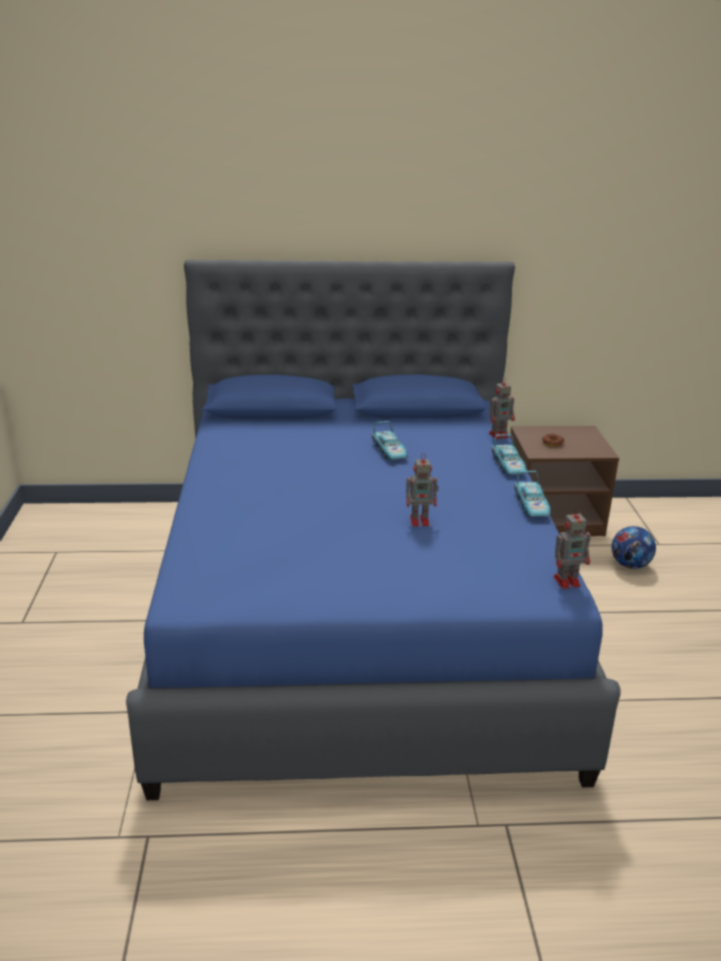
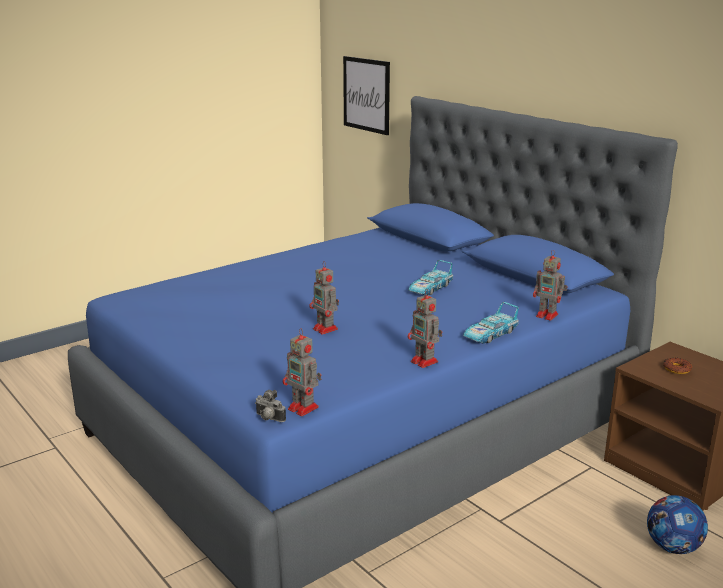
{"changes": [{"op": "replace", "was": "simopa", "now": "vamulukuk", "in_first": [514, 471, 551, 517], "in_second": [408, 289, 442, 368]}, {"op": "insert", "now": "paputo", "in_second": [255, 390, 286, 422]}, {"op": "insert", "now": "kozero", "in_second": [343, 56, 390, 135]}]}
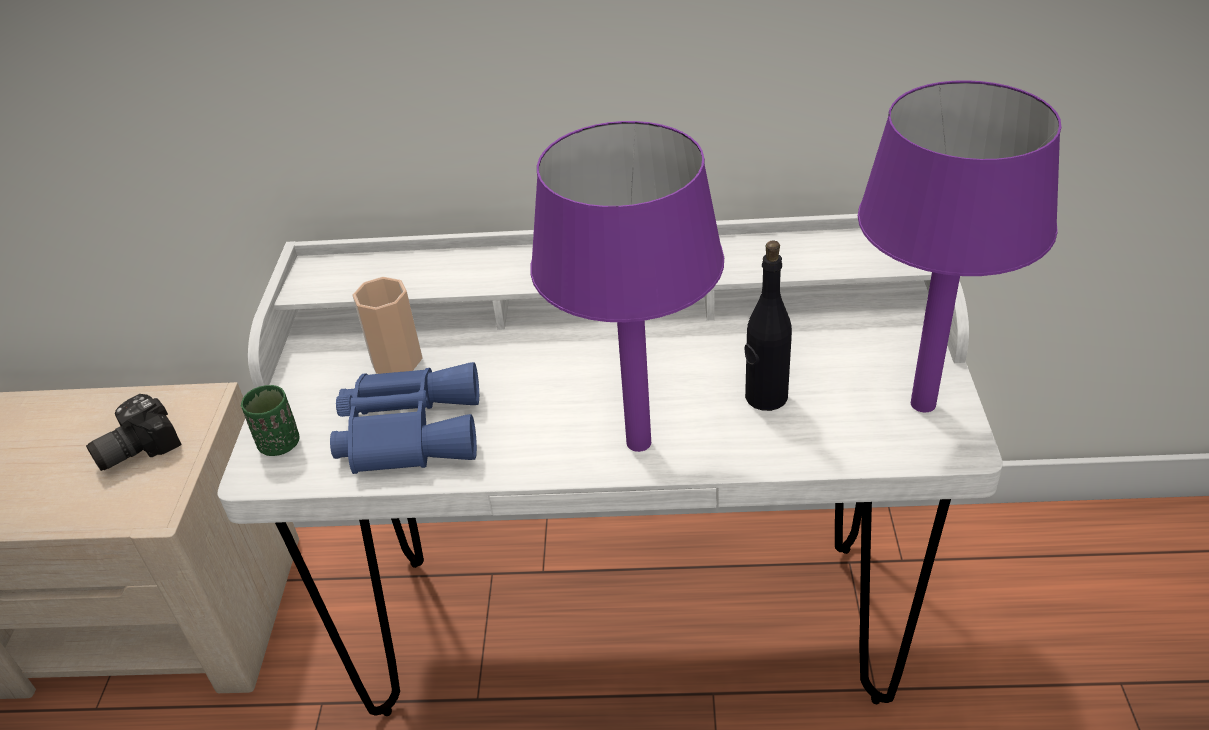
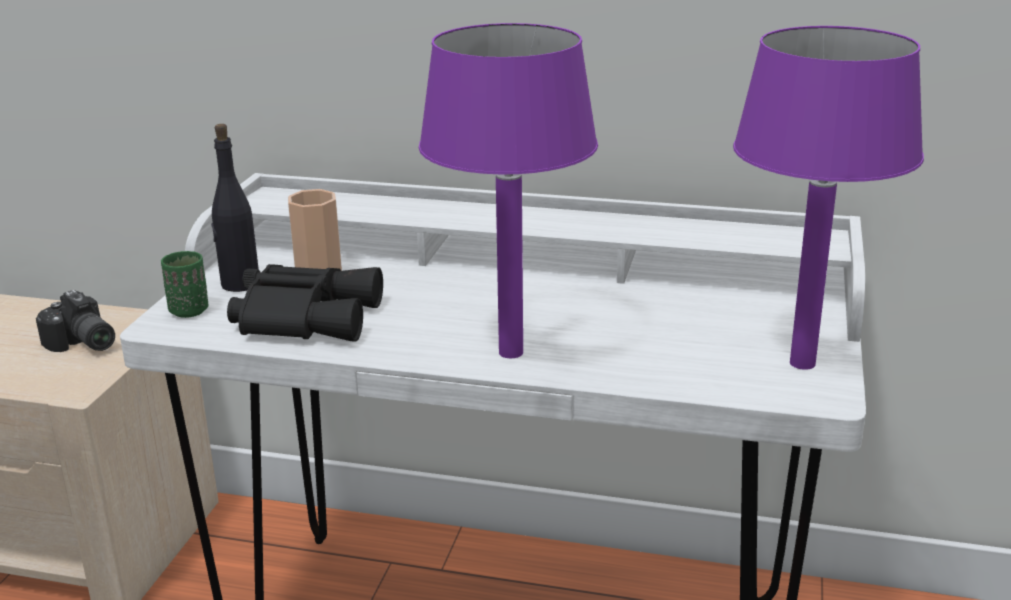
{"changes": [{"op": "rotate", "was": "paputo", "in_first": [86, 394, 182, 471], "in_second": [36, 290, 115, 352], "clockwise": -105}, {"op": "recolor", "was": "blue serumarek", "now": "black serumarek", "in_first": [330, 362, 479, 474], "in_second": [227, 264, 383, 342]}, {"op": "move", "was": "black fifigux", "in_first": [745, 241, 792, 411], "in_second": [211, 124, 259, 292]}]}
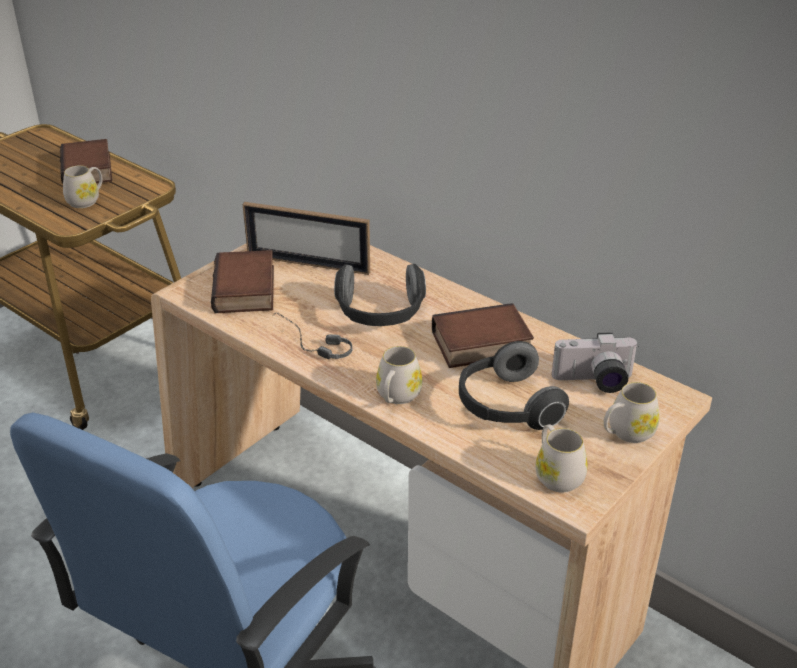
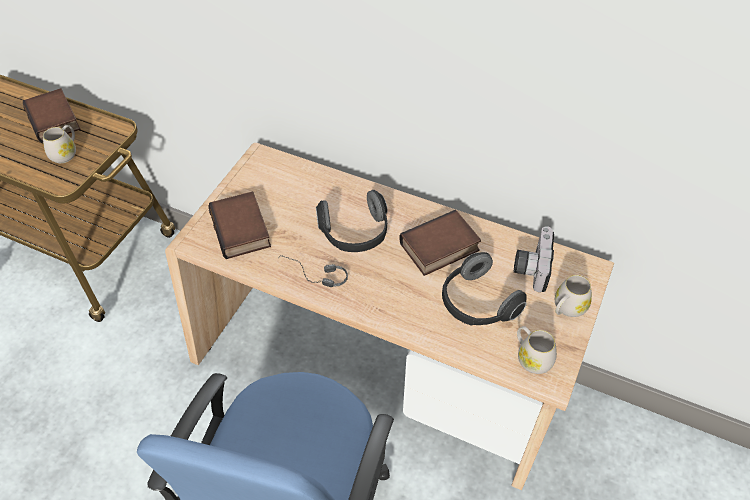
{"changes": [{"op": "delete", "was": "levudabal", "in_first": [243, 202, 370, 275]}, {"op": "delete", "was": "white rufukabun", "in_first": [376, 346, 422, 404]}, {"op": "rotate", "was": "paputo", "in_first": [552, 332, 639, 393], "in_second": [514, 226, 554, 292], "clockwise": 120}]}
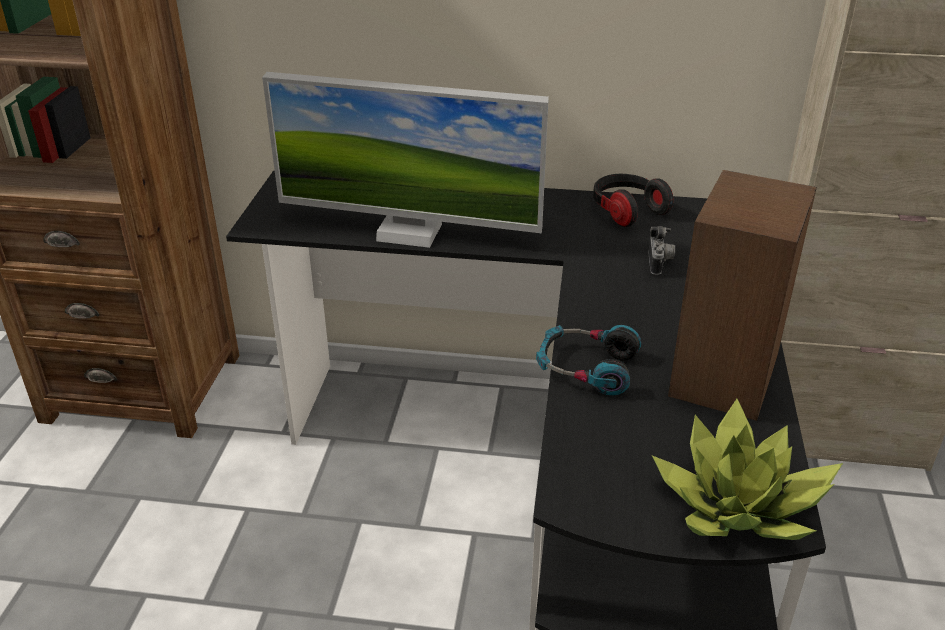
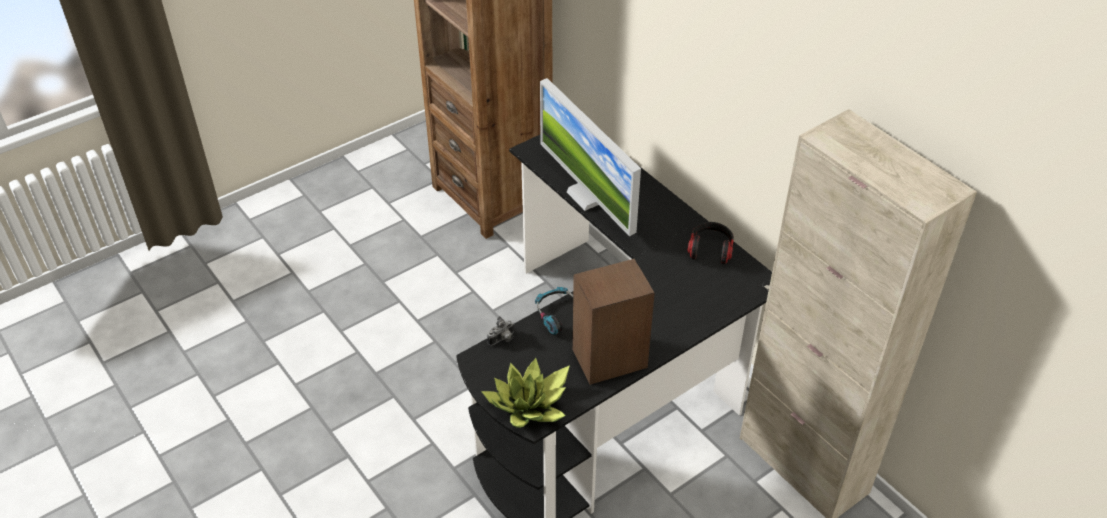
{"changes": [{"op": "move", "was": "paputo", "in_first": [649, 226, 675, 275], "in_second": [487, 316, 515, 346]}]}
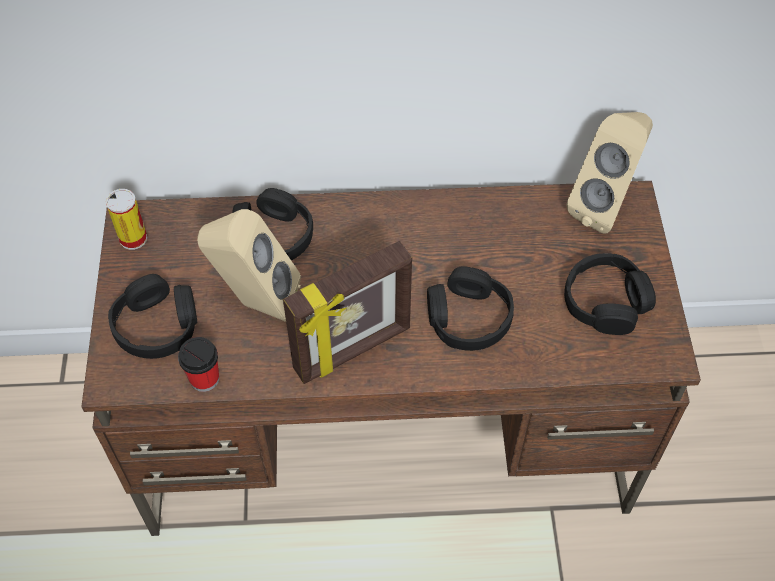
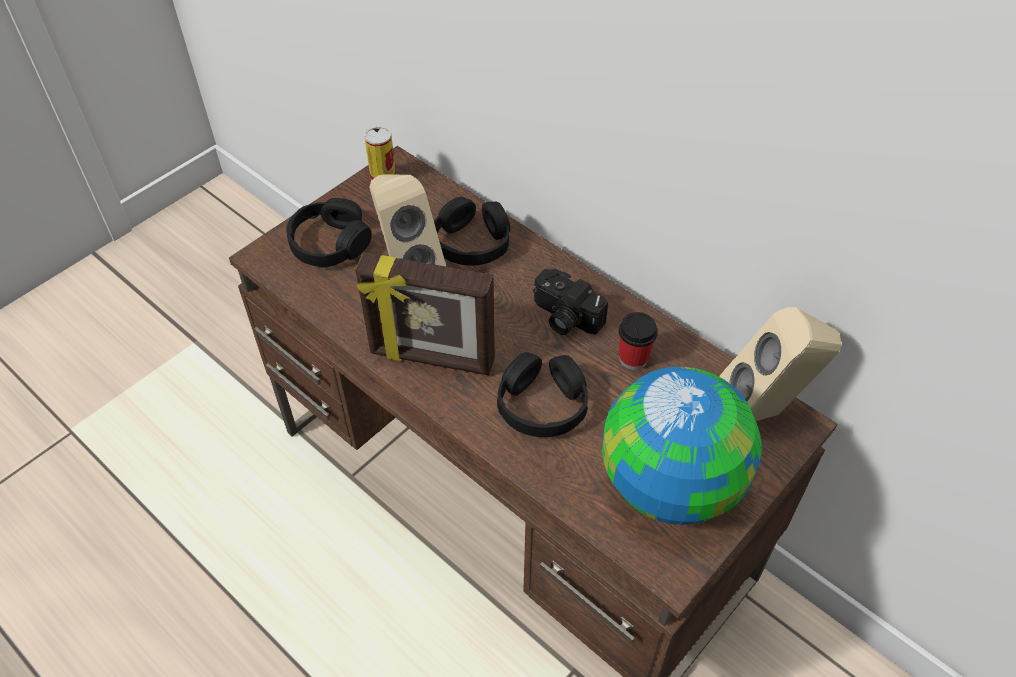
{"changes": [{"op": "move", "was": "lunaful", "in_first": [178, 337, 219, 392], "in_second": [619, 312, 658, 370]}, {"op": "replace", "was": "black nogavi", "now": "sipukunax", "in_first": [564, 253, 656, 335], "in_second": [602, 366, 762, 525]}, {"op": "insert", "now": "paputo", "in_second": [533, 269, 608, 335]}]}
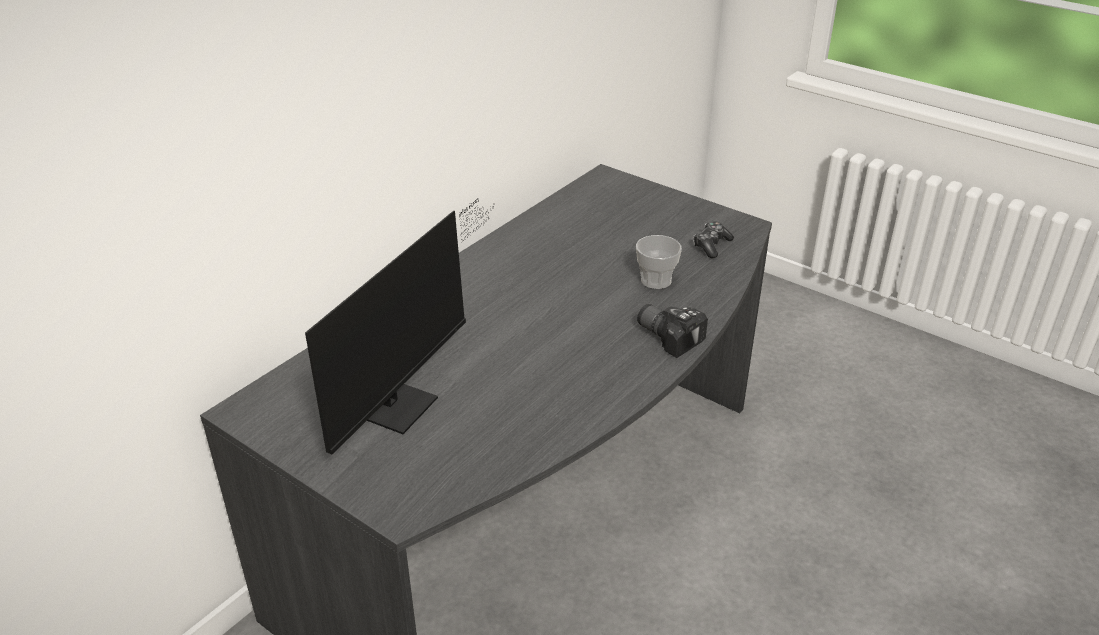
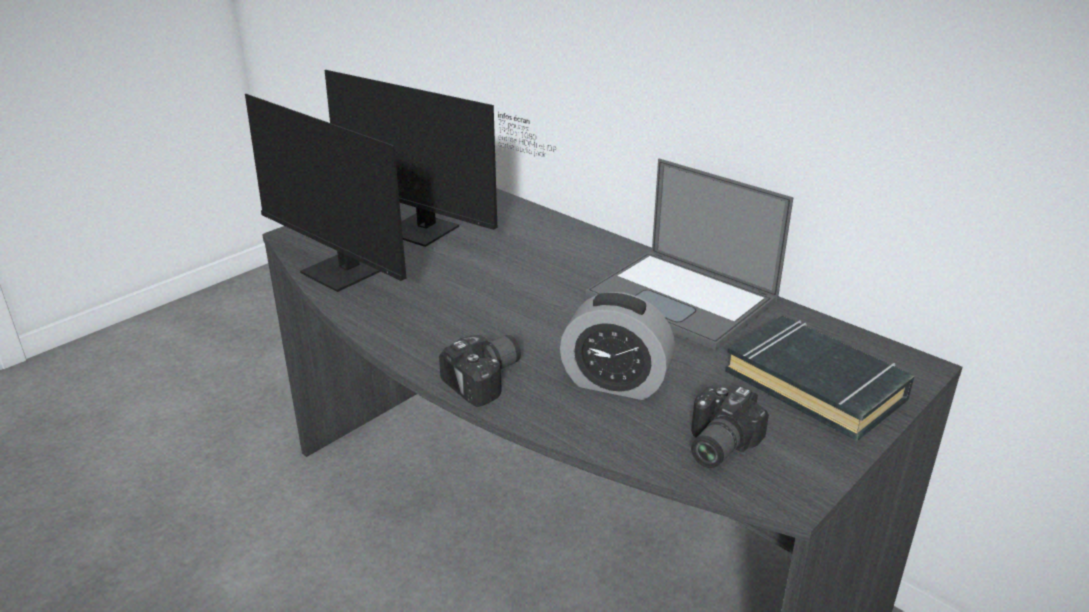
{"changes": [{"op": "replace", "was": "lunaful", "now": "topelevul", "in_first": [636, 235, 682, 289], "in_second": [560, 292, 675, 400]}, {"op": "replace", "was": "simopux", "now": "paputo", "in_first": [693, 222, 734, 258], "in_second": [691, 386, 769, 468]}, {"op": "insert", "now": "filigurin", "in_second": [245, 94, 454, 292]}, {"op": "insert", "now": "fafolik", "in_second": [586, 158, 794, 350]}, {"op": "insert", "now": "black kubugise", "in_second": [725, 316, 915, 441]}]}
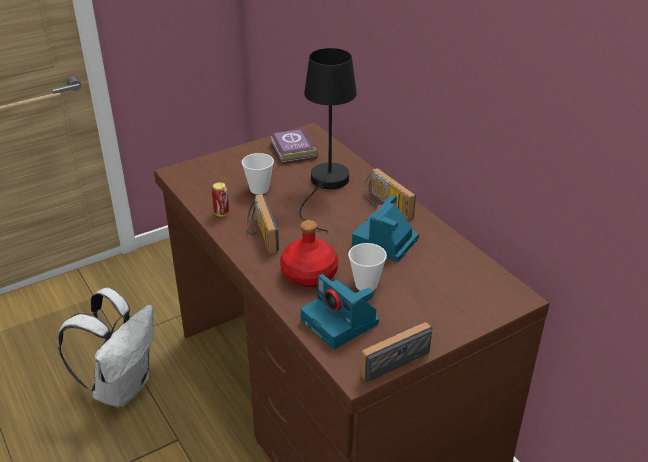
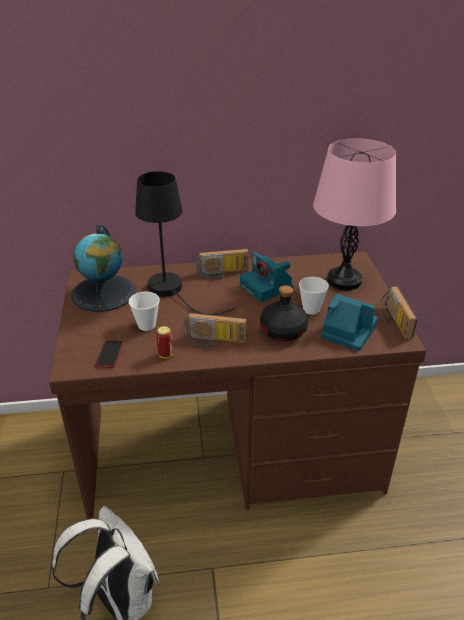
{"changes": [{"op": "replace", "was": "kubugise", "now": "sipukunax", "in_first": [270, 128, 318, 164], "in_second": [71, 224, 136, 312]}, {"op": "recolor", "was": "red fifigux", "now": "black fifigux", "in_first": [280, 220, 338, 287], "in_second": [260, 285, 308, 341]}, {"op": "rotate", "was": "paputo", "in_first": [301, 274, 379, 349], "in_second": [321, 294, 378, 351], "clockwise": -135}, {"op": "insert", "now": "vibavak", "in_second": [95, 340, 124, 368]}, {"op": "insert", "now": "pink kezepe", "in_second": [313, 138, 396, 290]}]}
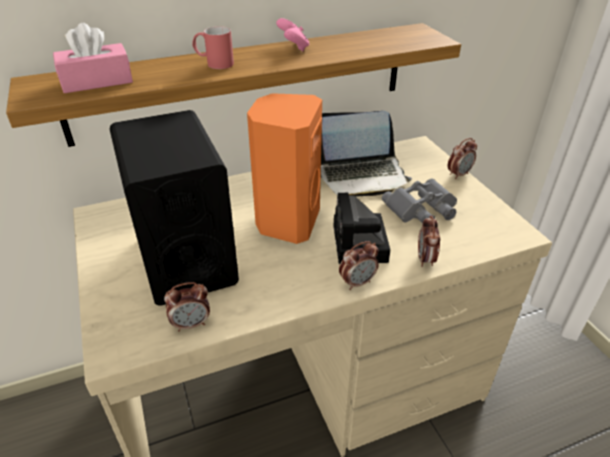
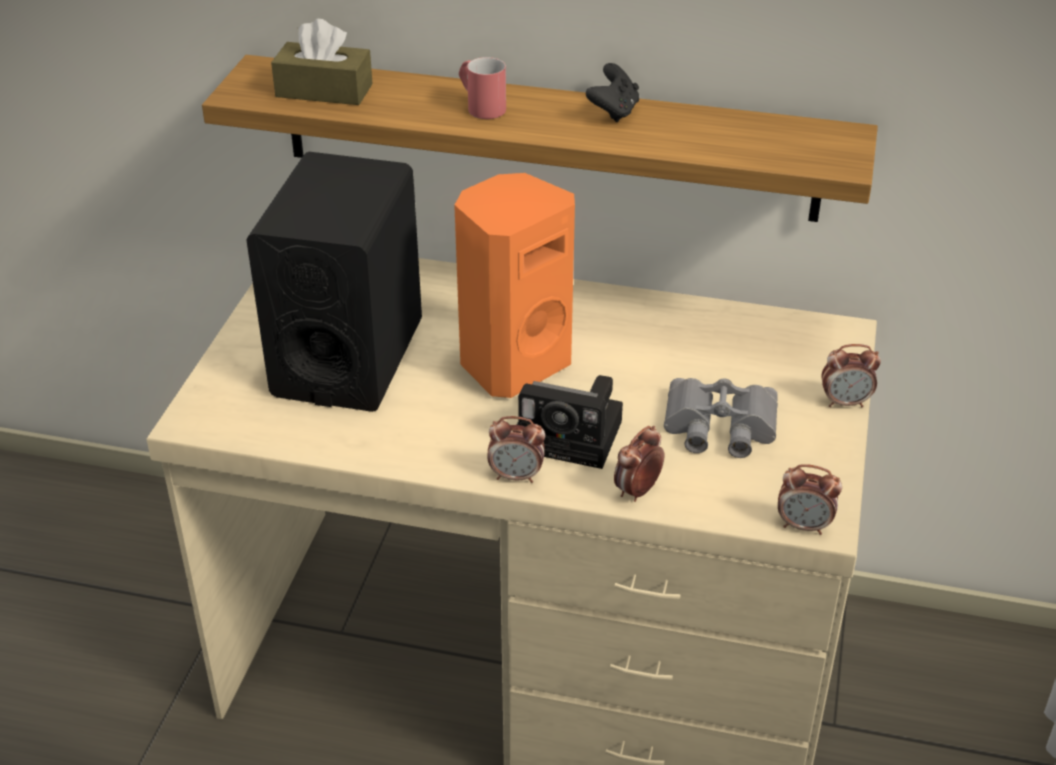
{"changes": [{"op": "recolor", "was": "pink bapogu", "now": "brown bapogu", "in_first": [53, 23, 133, 93], "in_second": [271, 19, 373, 105]}, {"op": "move", "was": "topelevul", "in_first": [164, 282, 210, 332], "in_second": [778, 464, 842, 535]}, {"op": "recolor", "was": "pink simopux", "now": "black simopux", "in_first": [276, 18, 309, 51], "in_second": [586, 63, 639, 122]}, {"op": "delete", "was": "fafolik", "in_first": [321, 111, 412, 197]}, {"op": "rotate", "was": "paputo", "in_first": [334, 193, 390, 264], "in_second": [517, 375, 623, 469], "clockwise": -105}]}
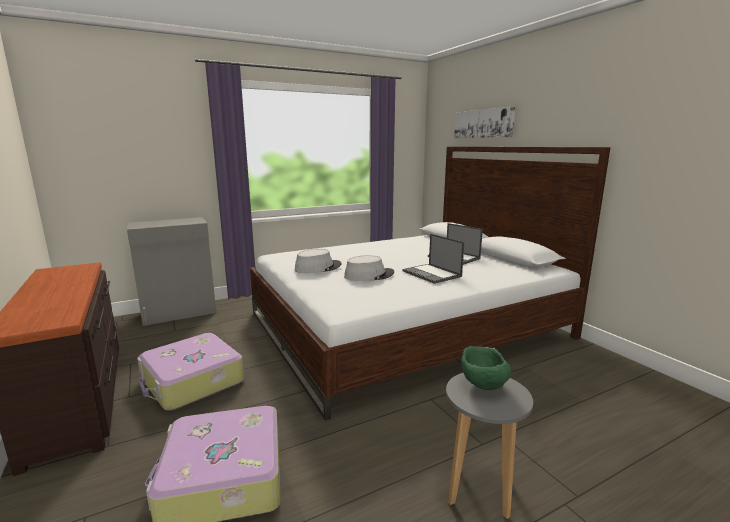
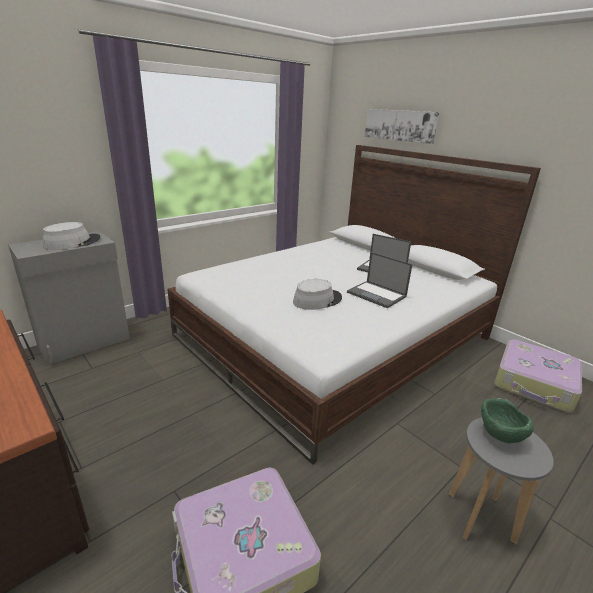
{"changes": [{"op": "move", "was": "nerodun", "in_first": [137, 333, 244, 410], "in_second": [494, 340, 582, 412]}, {"op": "move", "was": "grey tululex", "in_first": [295, 249, 342, 273], "in_second": [43, 222, 100, 250]}]}
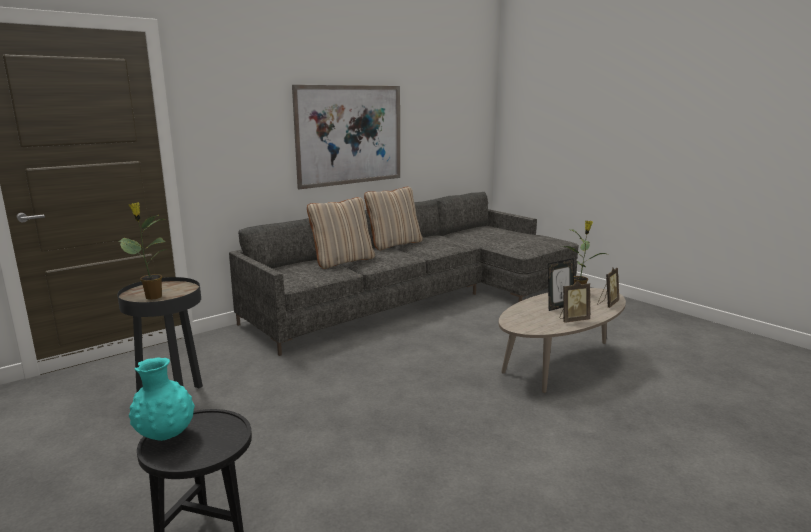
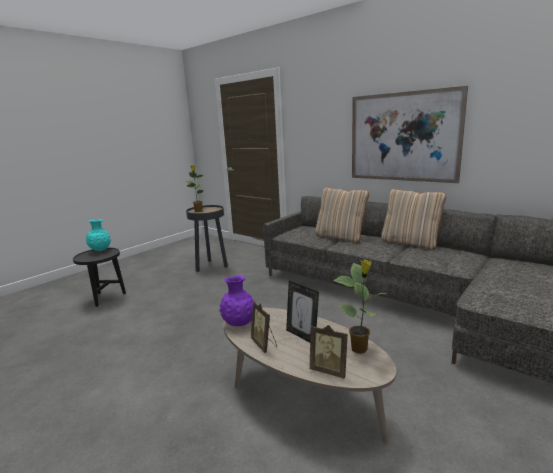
{"changes": [{"op": "insert", "now": "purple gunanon", "in_second": [219, 275, 254, 326]}]}
